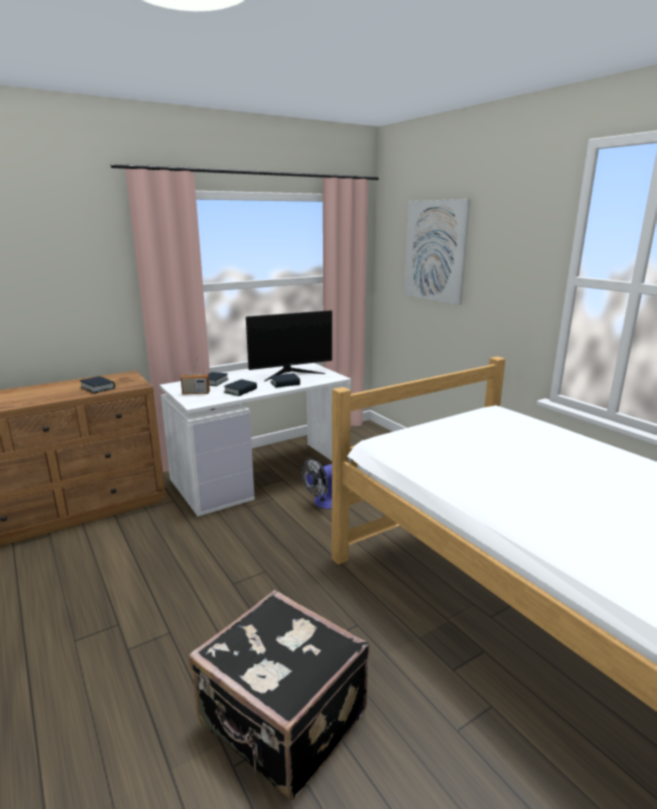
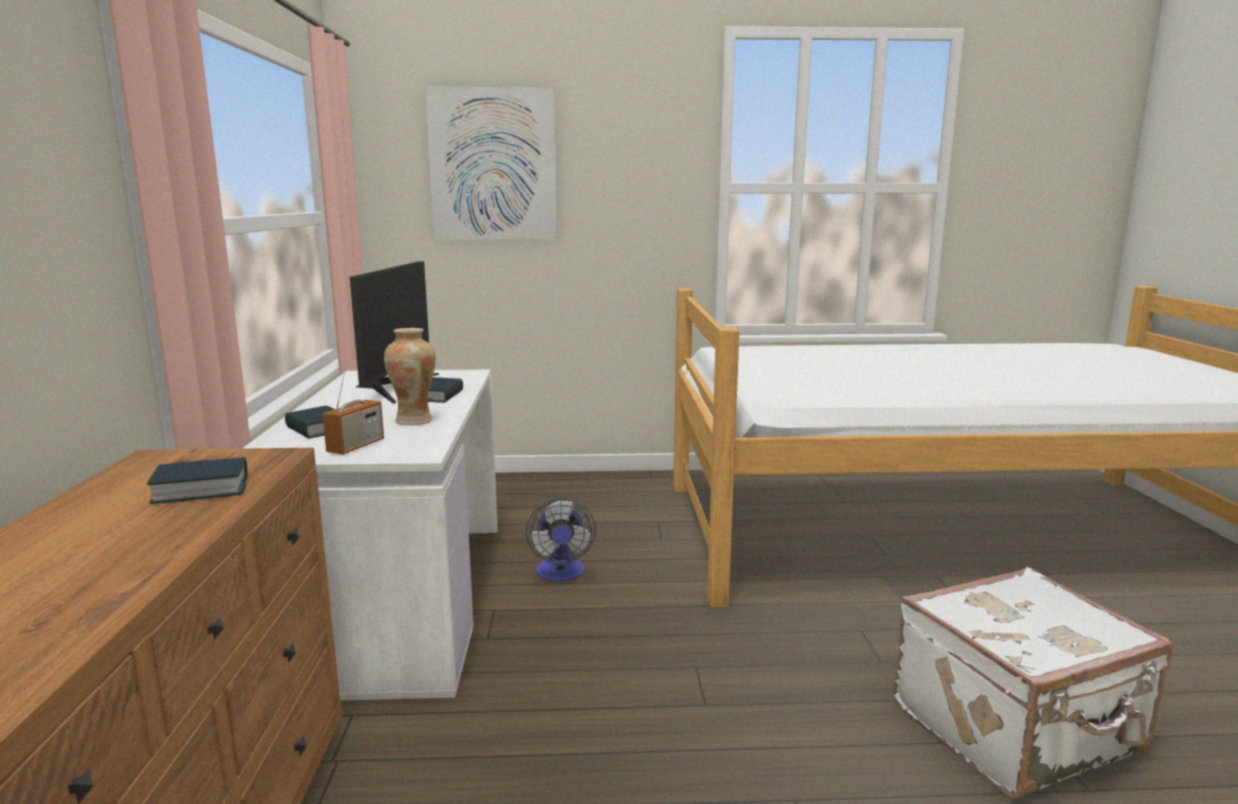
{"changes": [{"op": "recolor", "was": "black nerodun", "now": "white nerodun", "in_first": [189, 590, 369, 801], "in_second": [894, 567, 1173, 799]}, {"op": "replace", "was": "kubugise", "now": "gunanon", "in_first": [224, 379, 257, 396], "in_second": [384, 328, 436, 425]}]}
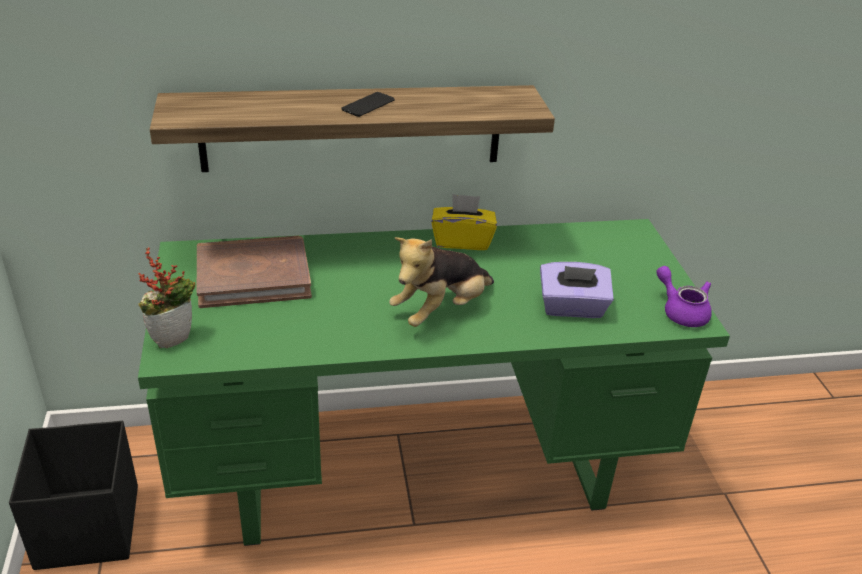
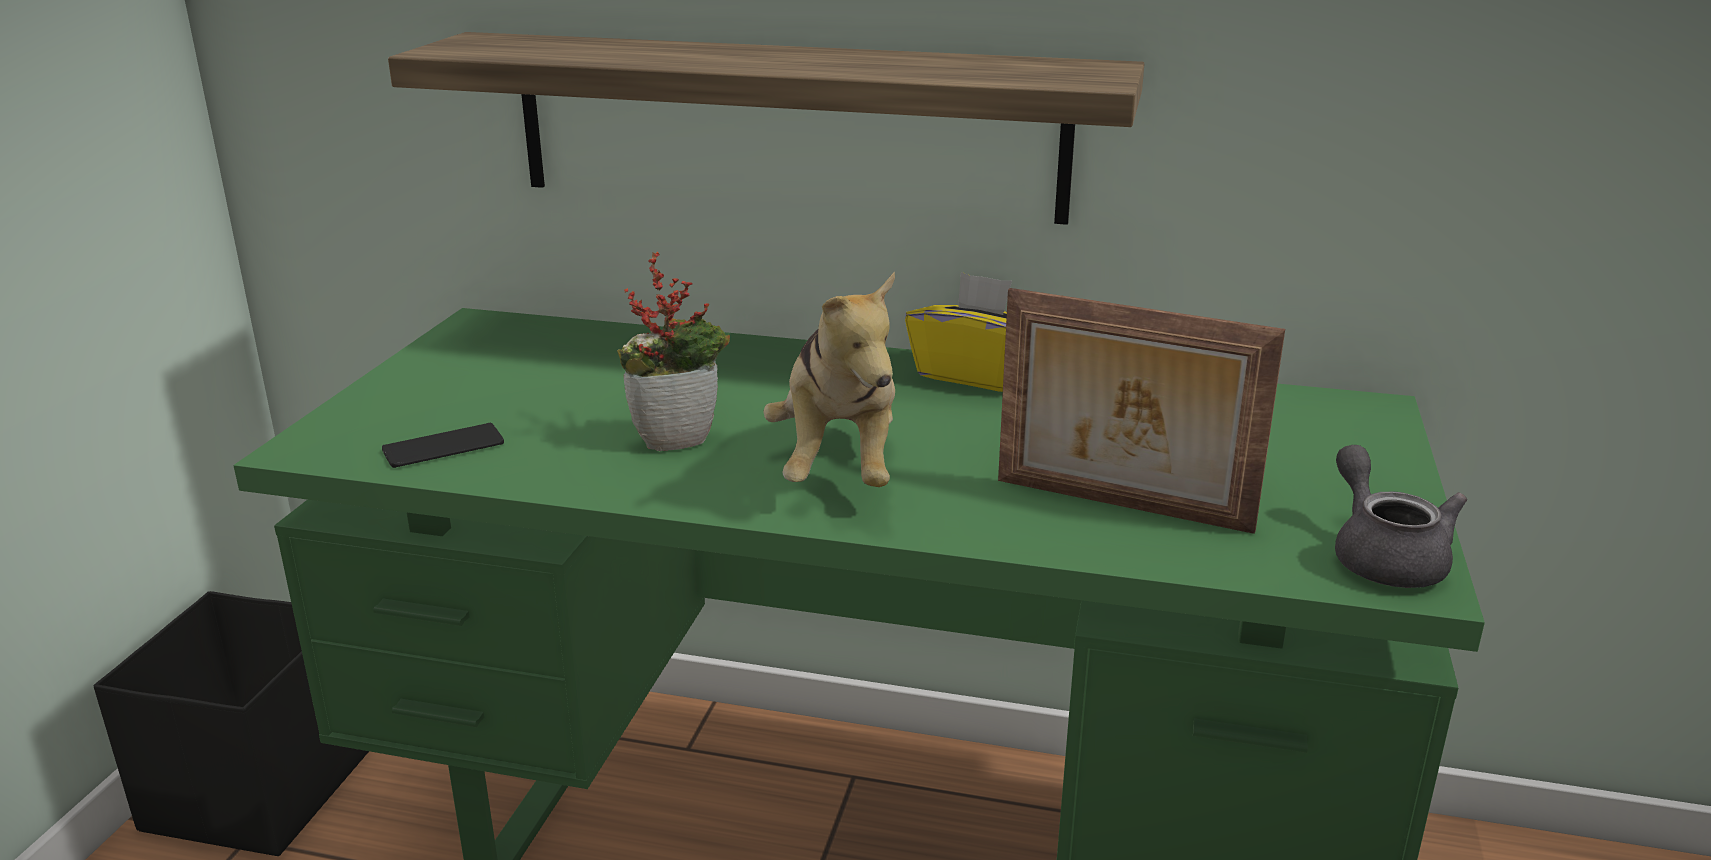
{"changes": [{"op": "move", "was": "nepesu", "in_first": [138, 247, 195, 348], "in_second": [617, 252, 730, 451]}, {"op": "delete", "was": "brown kubugise", "in_first": [197, 236, 312, 308]}, {"op": "move", "was": "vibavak", "in_first": [341, 92, 394, 117], "in_second": [382, 423, 504, 468]}, {"op": "rotate", "was": "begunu", "in_first": [389, 237, 494, 327], "in_second": [763, 272, 895, 487], "clockwise": -75}, {"op": "replace", "was": "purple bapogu", "now": "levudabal", "in_first": [540, 262, 614, 318], "in_second": [998, 288, 1285, 534]}, {"op": "recolor", "was": "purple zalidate", "now": "grey zalidate", "in_first": [656, 266, 712, 327], "in_second": [1335, 445, 1467, 588]}]}
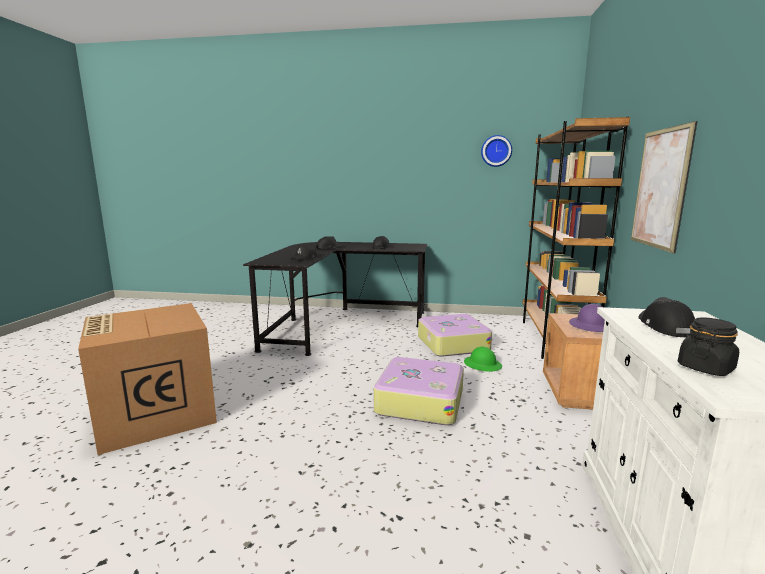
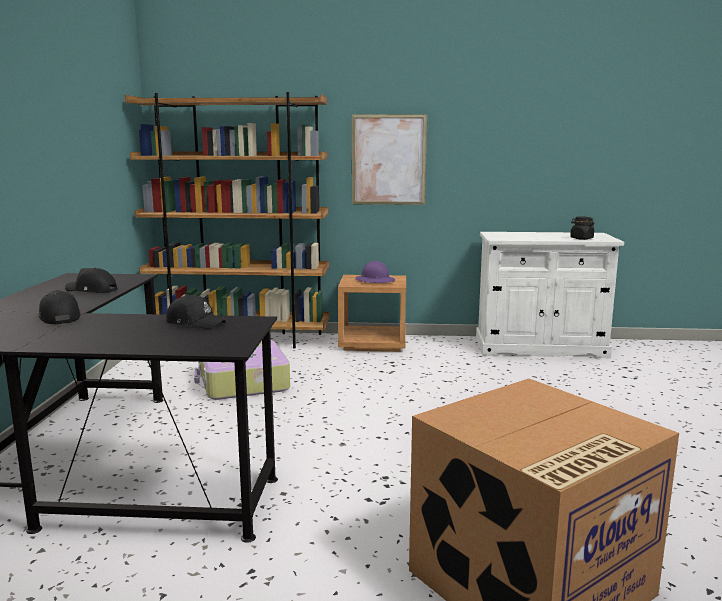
{"changes": [{"op": "delete", "was": "nerodun", "in_first": [374, 357, 464, 425]}, {"op": "delete", "was": "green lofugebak", "in_first": [464, 347, 502, 372]}, {"op": "delete", "was": "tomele", "in_first": [481, 135, 512, 167]}, {"op": "delete", "was": "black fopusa", "in_first": [639, 297, 695, 337]}]}
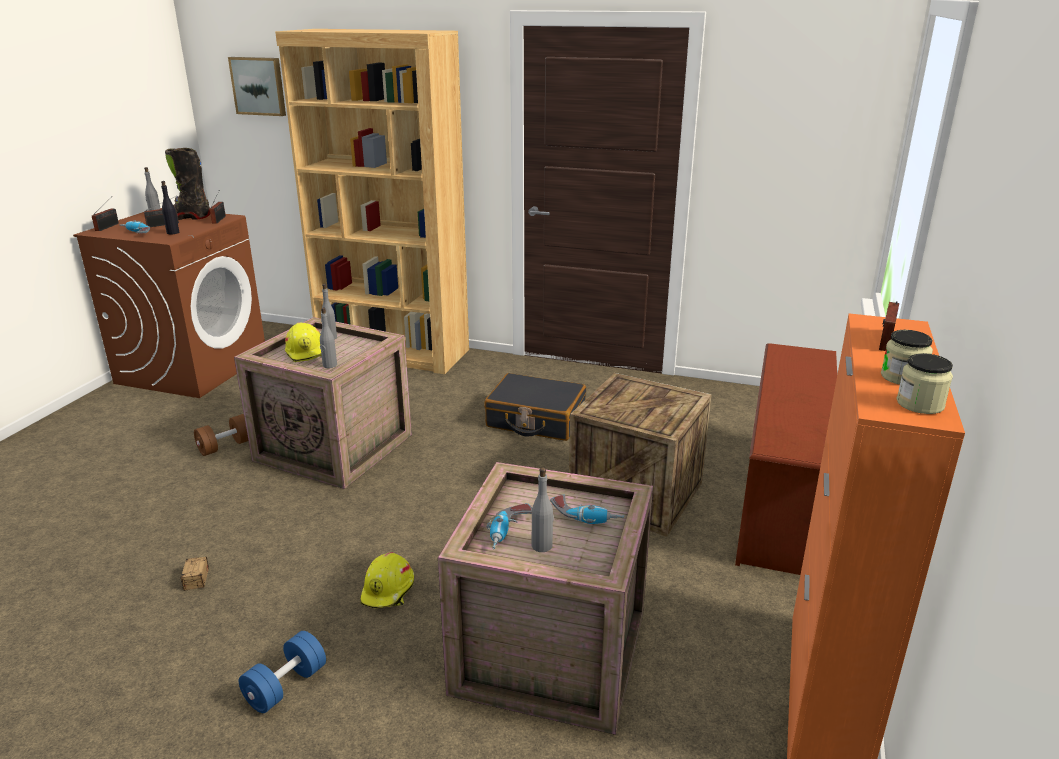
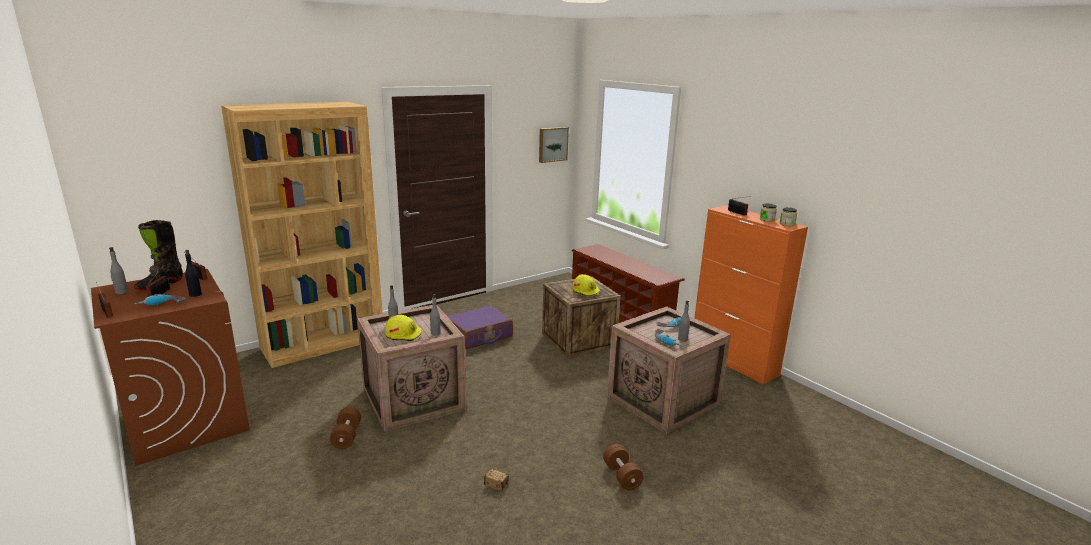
{"changes": [{"op": "move", "was": "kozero", "in_first": [228, 57, 286, 116], "in_second": [539, 127, 569, 163]}, {"op": "recolor", "was": "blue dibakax", "now": "brown dibakax", "in_first": [239, 631, 326, 713], "in_second": [603, 444, 644, 490]}, {"op": "move", "was": "yellow lofugebak", "in_first": [360, 552, 414, 608], "in_second": [572, 274, 600, 297]}, {"op": "recolor", "was": "black nerodun", "now": "purple nerodun", "in_first": [484, 373, 586, 441], "in_second": [447, 305, 513, 349]}]}
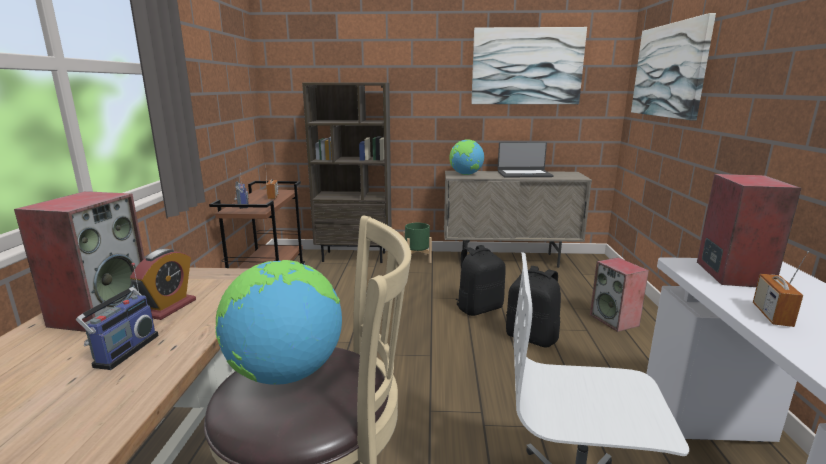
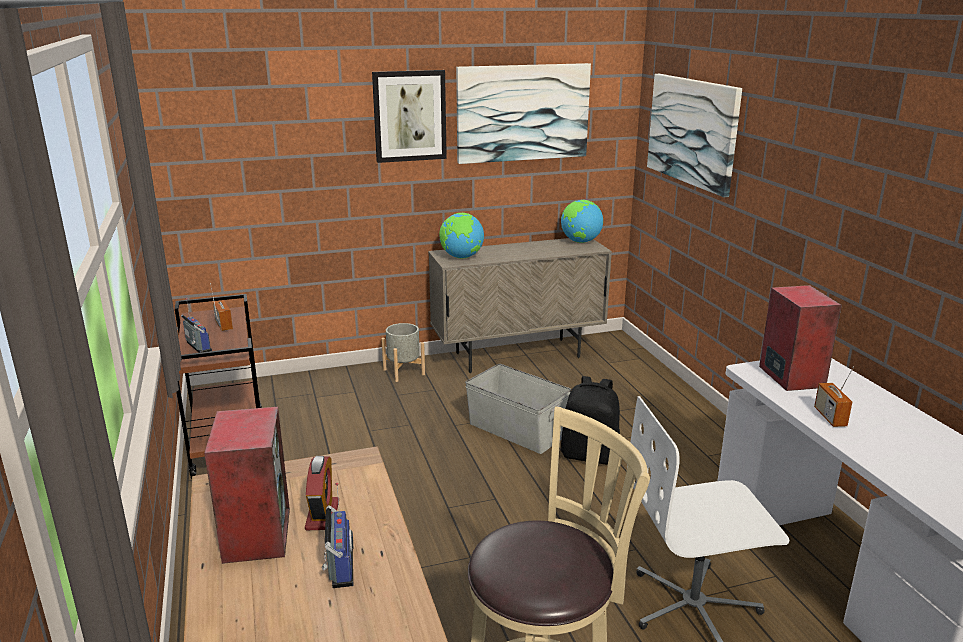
{"changes": [{"op": "move", "was": "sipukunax", "in_first": [215, 260, 342, 385], "in_second": [561, 200, 603, 243]}, {"op": "delete", "was": "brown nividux", "in_first": [302, 83, 392, 263]}, {"op": "recolor", "was": "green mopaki", "now": "grey mopaki", "in_first": [403, 223, 432, 263], "in_second": [381, 323, 425, 382]}, {"op": "replace", "was": "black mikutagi", "now": "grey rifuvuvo", "in_first": [455, 245, 506, 316], "in_second": [465, 364, 571, 454]}, {"op": "delete", "was": "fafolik", "in_first": [497, 142, 554, 177]}, {"op": "delete", "was": "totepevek", "in_first": [590, 257, 649, 332]}, {"op": "insert", "now": "kozero", "in_second": [372, 70, 447, 163]}]}
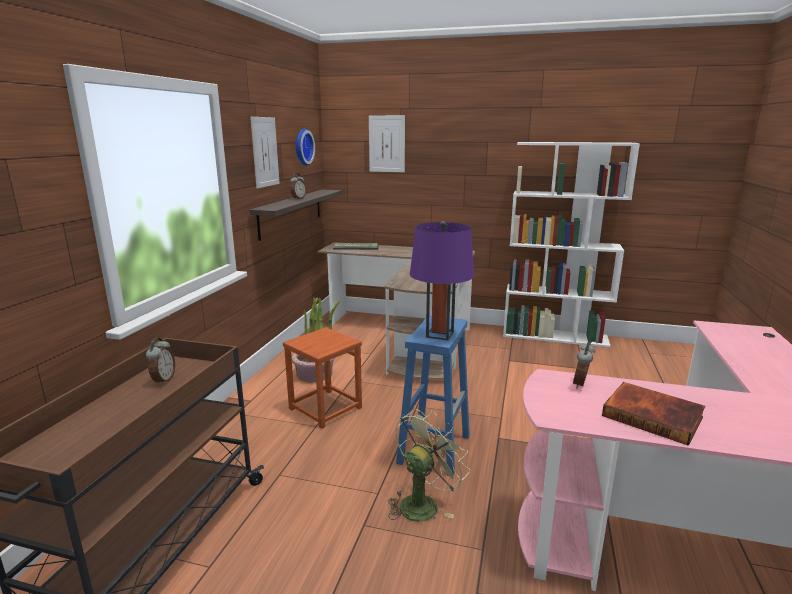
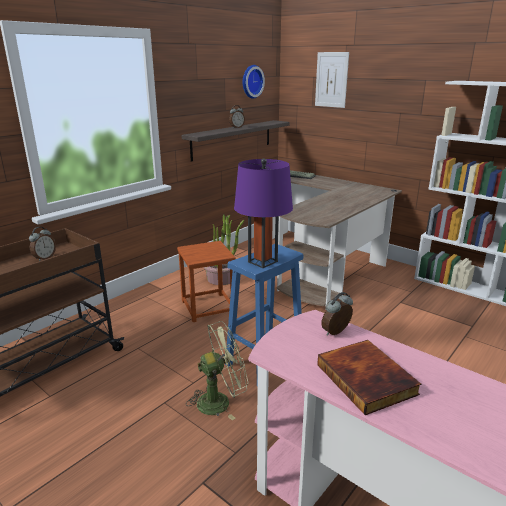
{"changes": [{"op": "delete", "was": "kozero", "in_first": [250, 117, 280, 188]}]}
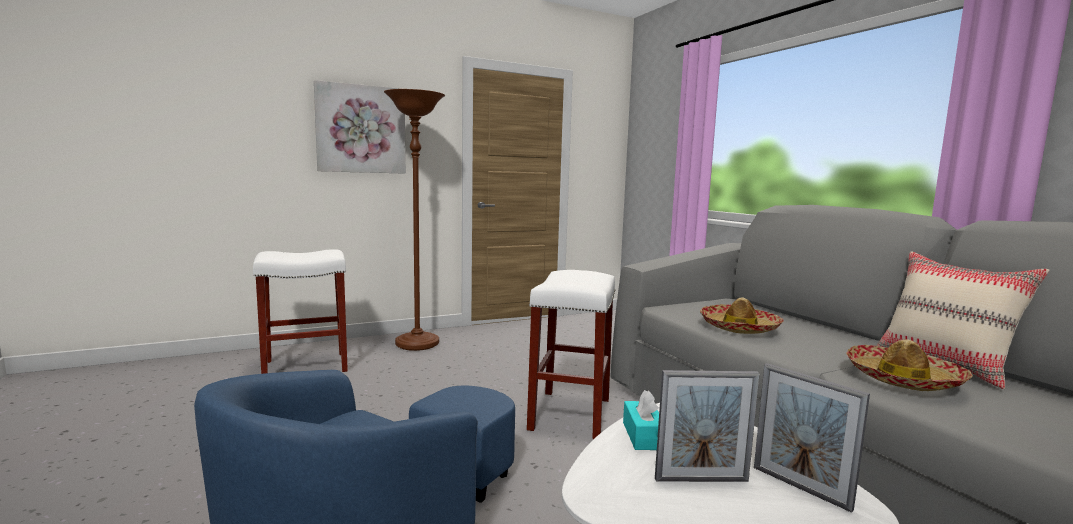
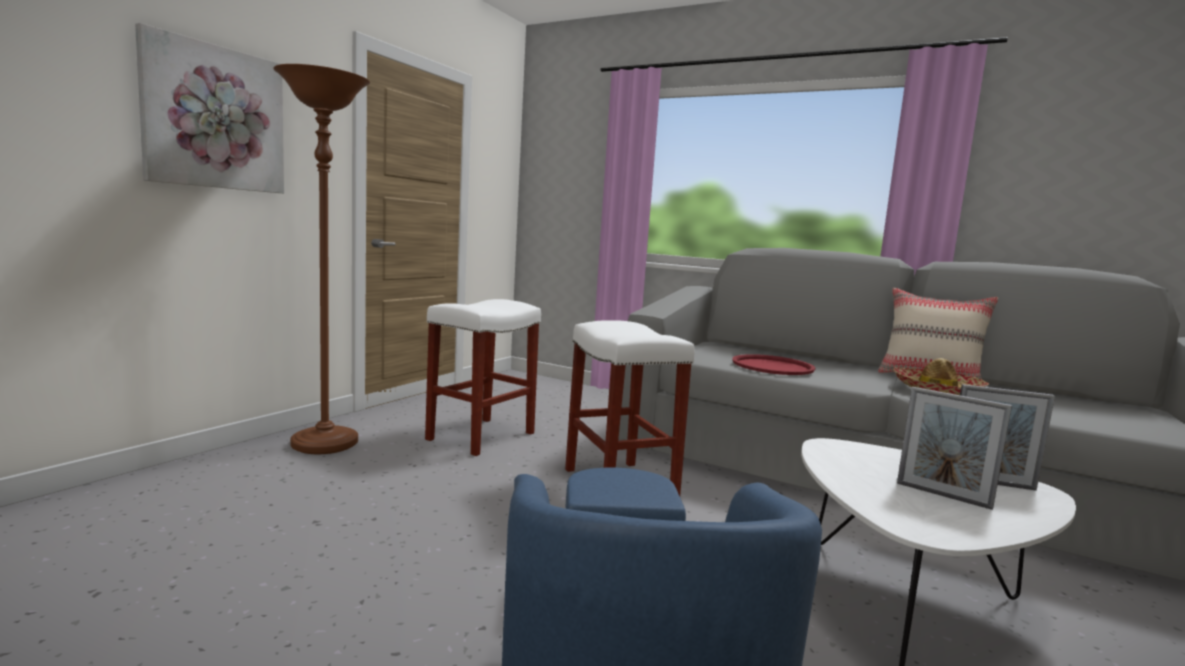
{"changes": [{"op": "move", "was": "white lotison", "in_first": [253, 249, 348, 374], "in_second": [425, 299, 541, 456]}, {"op": "delete", "was": "turquoise bapogu", "in_first": [623, 390, 659, 450]}, {"op": "rotate", "was": "levudabal", "in_first": [655, 370, 760, 482], "in_second": [897, 387, 1012, 510], "clockwise": 75}, {"op": "replace", "was": "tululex", "now": "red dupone", "in_first": [700, 297, 784, 334], "in_second": [732, 354, 816, 375]}]}
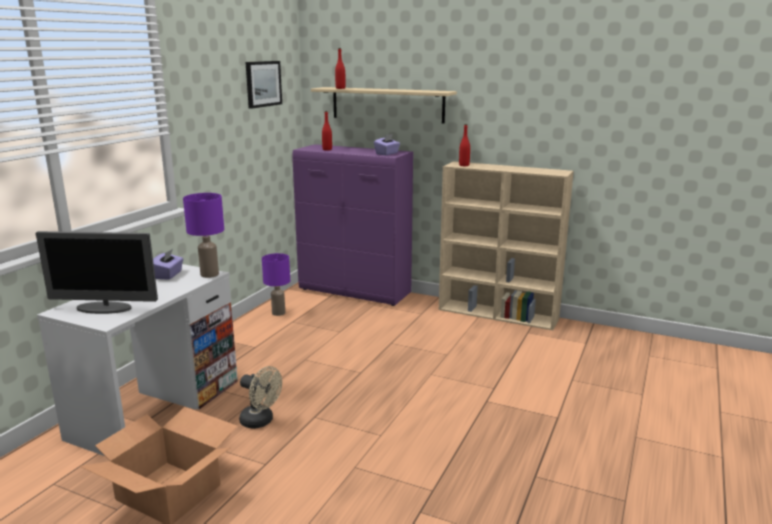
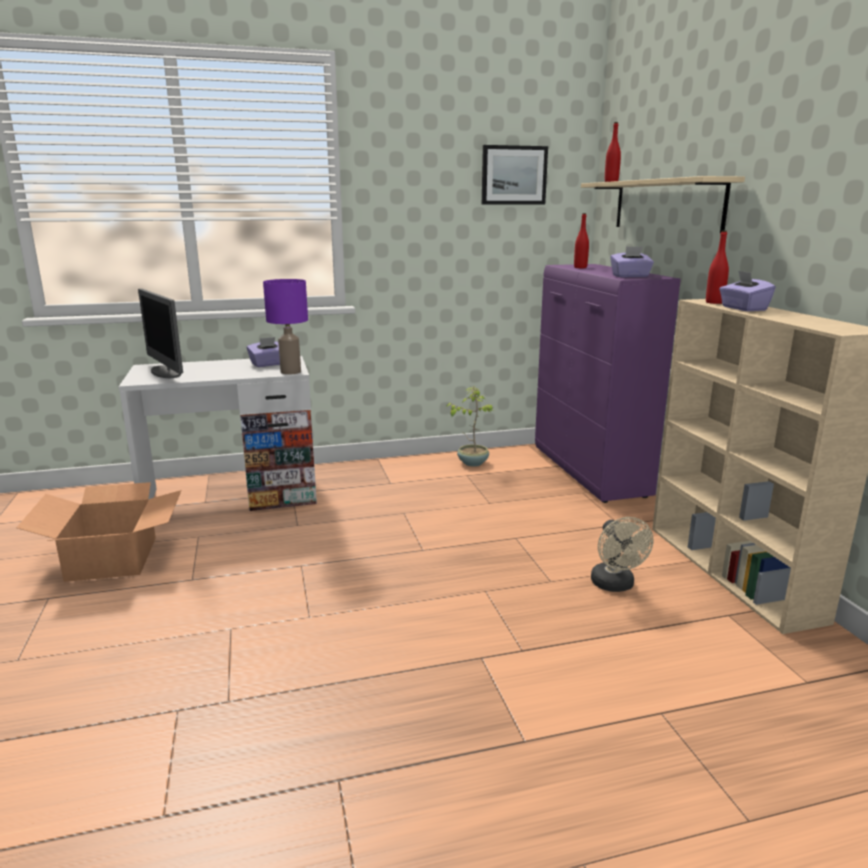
{"changes": [{"op": "move", "was": "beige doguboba", "in_first": [239, 366, 282, 429], "in_second": [591, 517, 653, 592]}, {"op": "replace", "was": "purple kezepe", "now": "nepesu", "in_first": [262, 253, 290, 316], "in_second": [446, 386, 495, 467]}, {"op": "insert", "now": "purple bapogu", "in_second": [719, 270, 776, 311]}]}
